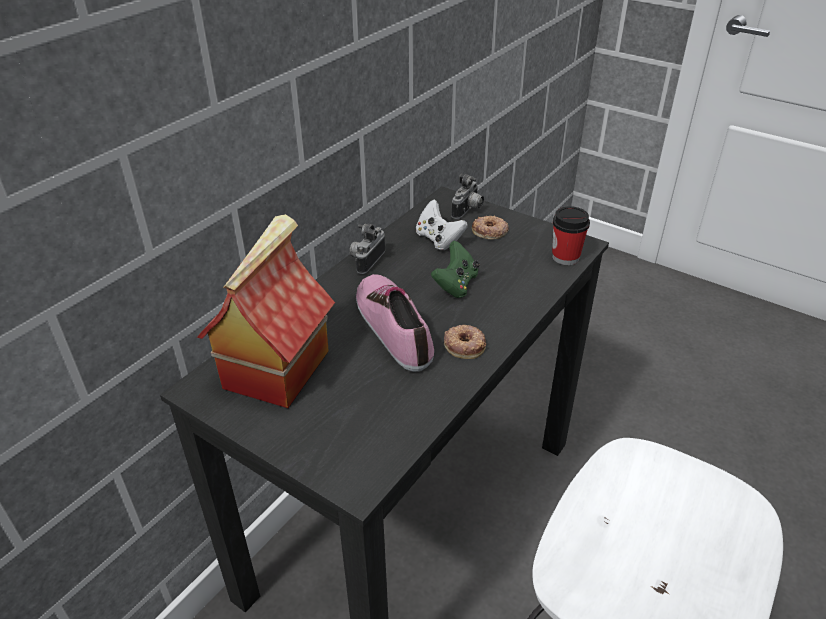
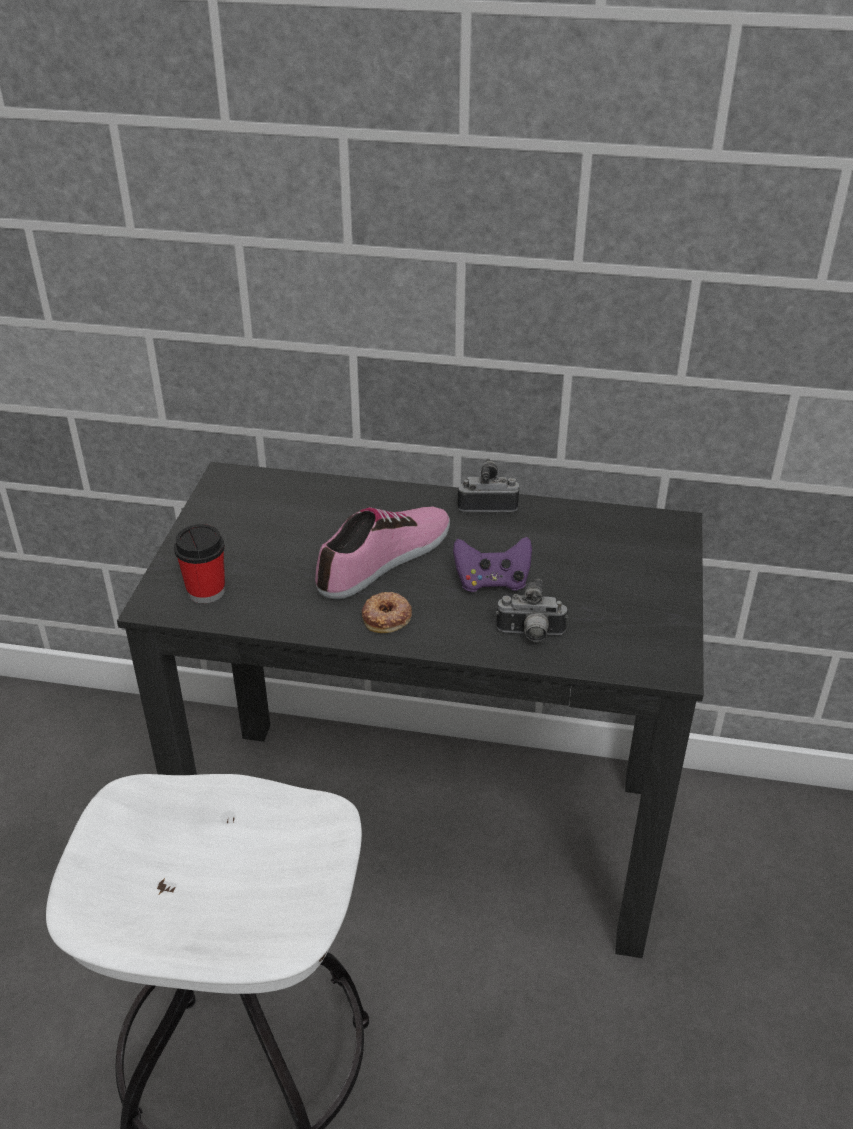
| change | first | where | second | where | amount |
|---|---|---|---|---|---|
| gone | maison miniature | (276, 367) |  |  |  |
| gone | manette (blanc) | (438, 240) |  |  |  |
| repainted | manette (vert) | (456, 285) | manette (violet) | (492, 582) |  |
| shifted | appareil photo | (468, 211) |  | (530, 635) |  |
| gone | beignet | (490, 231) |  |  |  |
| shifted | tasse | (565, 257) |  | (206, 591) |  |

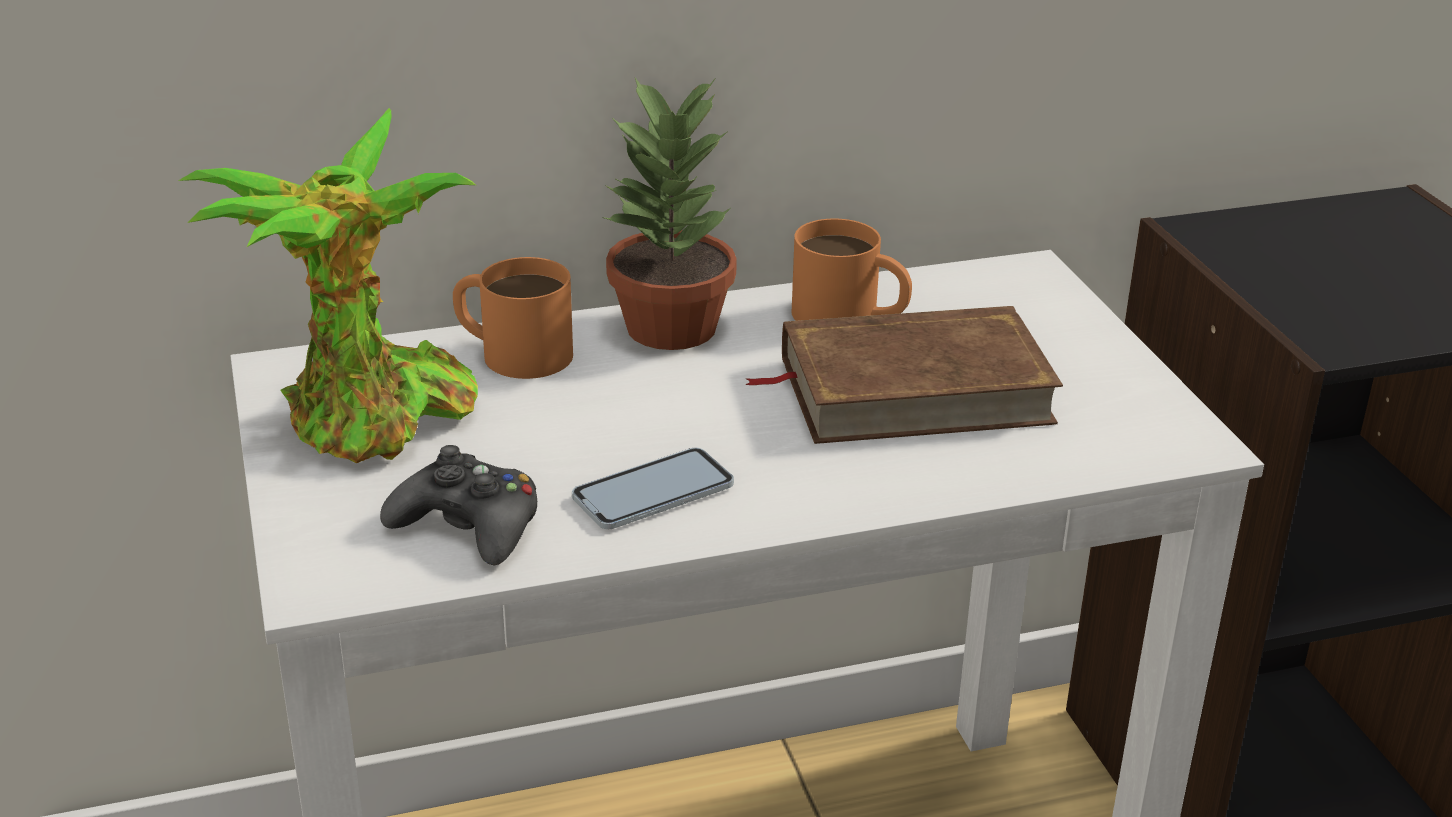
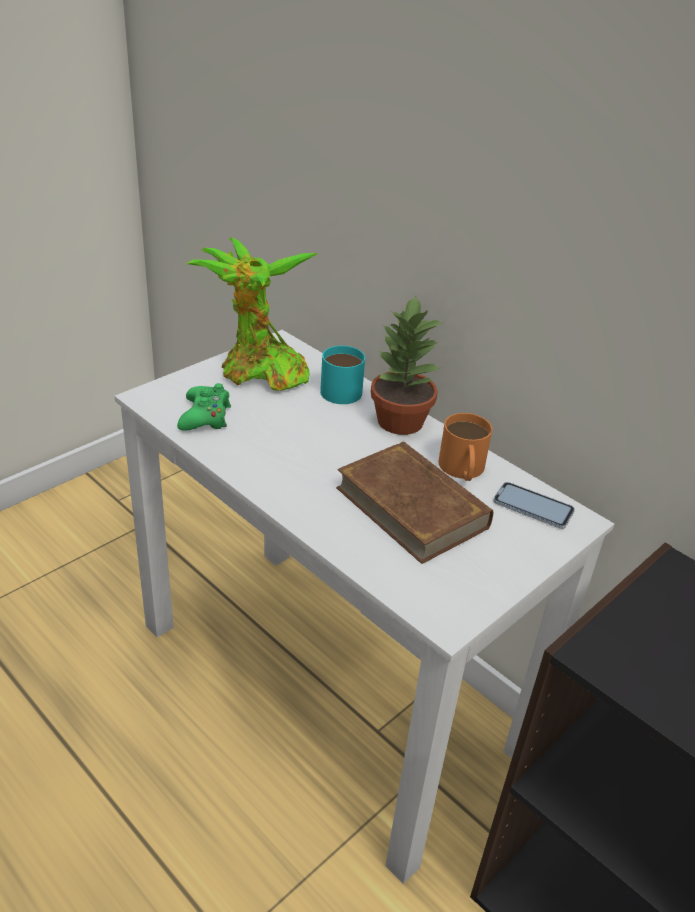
| change | first | where | second | where | amount |
|---|---|---|---|---|---|
| repainted | manette (noir) | (468, 526) | manette (vert) | (205, 416) |  |
| repainted | mug (orange) | (512, 351) | mug (turquoise) | (340, 387) |  |
| shifted | téléphone | (653, 492) |  | (533, 507) |  |

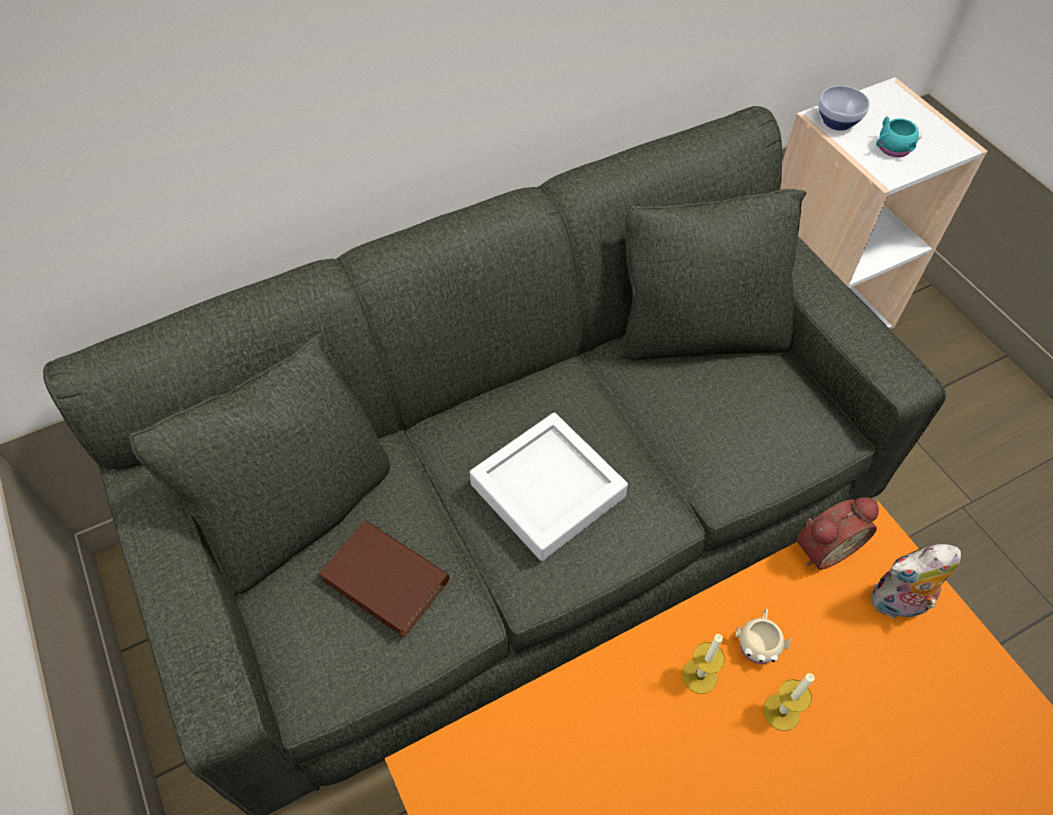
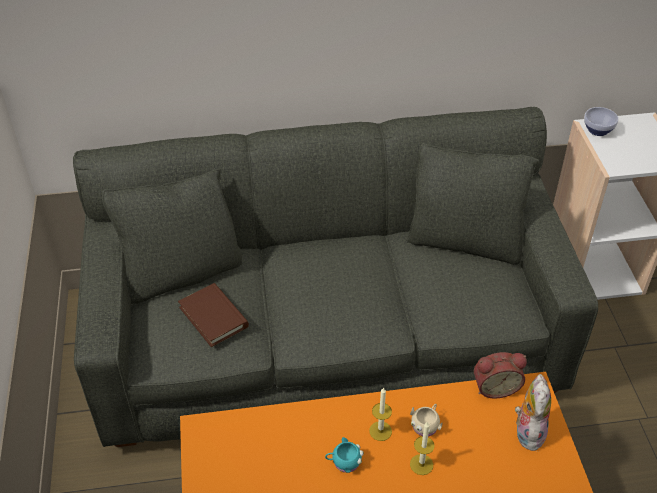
| change | first | where | second | where | amount |
|---|---|---|---|---|---|
| gone | plateau (gris) | (547, 491) |  |  |  |
| rotated | peluche | (897, 604) |  | (527, 431) | 90 degrees clockwise |
| shifted | mug (turquoise) | (891, 148) |  | (344, 462) |  |

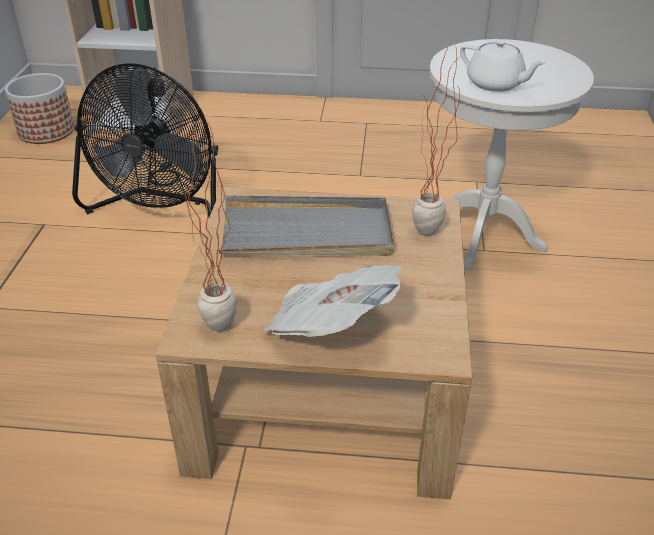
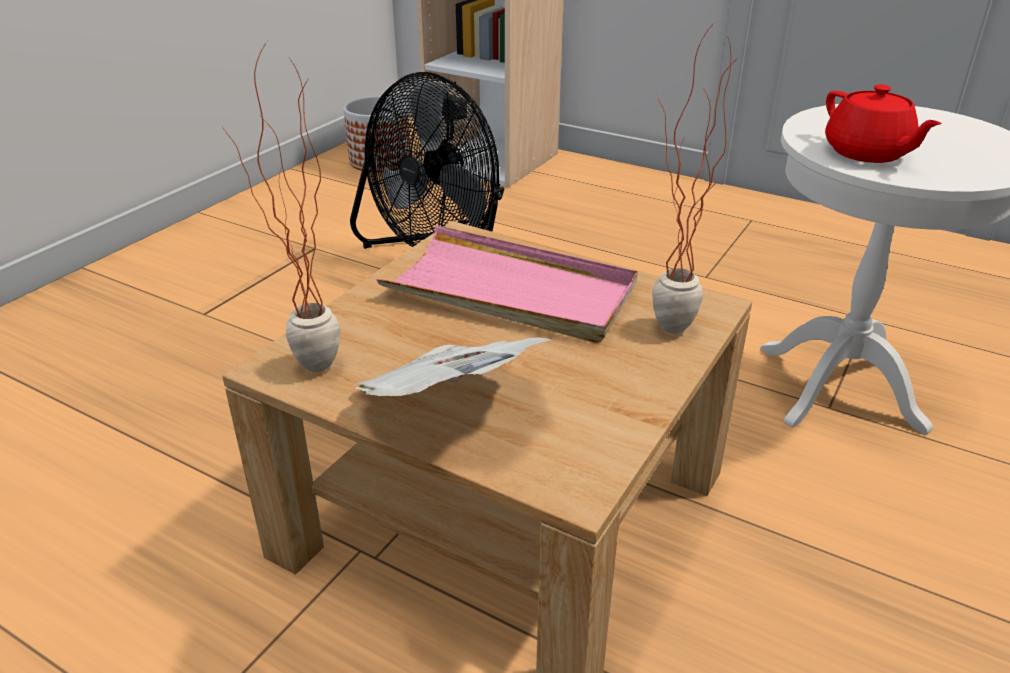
| change | first | where | second | where | amount |
|---|---|---|---|---|---|
| repainted | plateau (gris) | (307, 233) | plateau (rose) | (511, 291) |  |
| repainted | théière (blanc) | (495, 84) | théière (rouge) | (867, 153) |  |

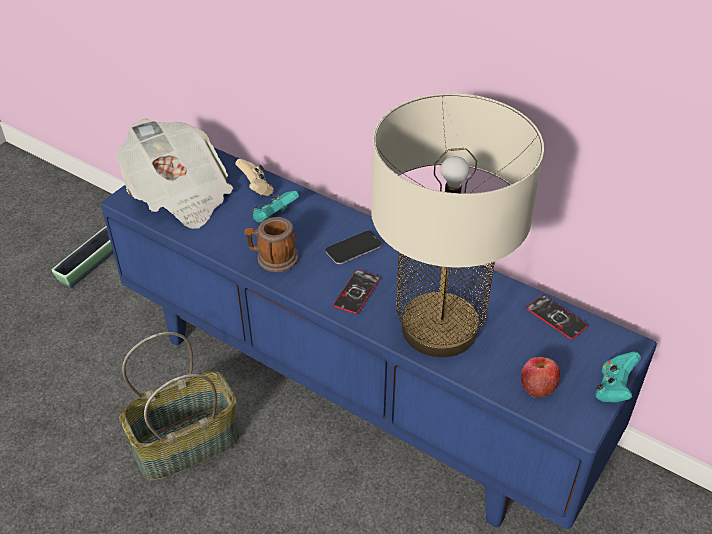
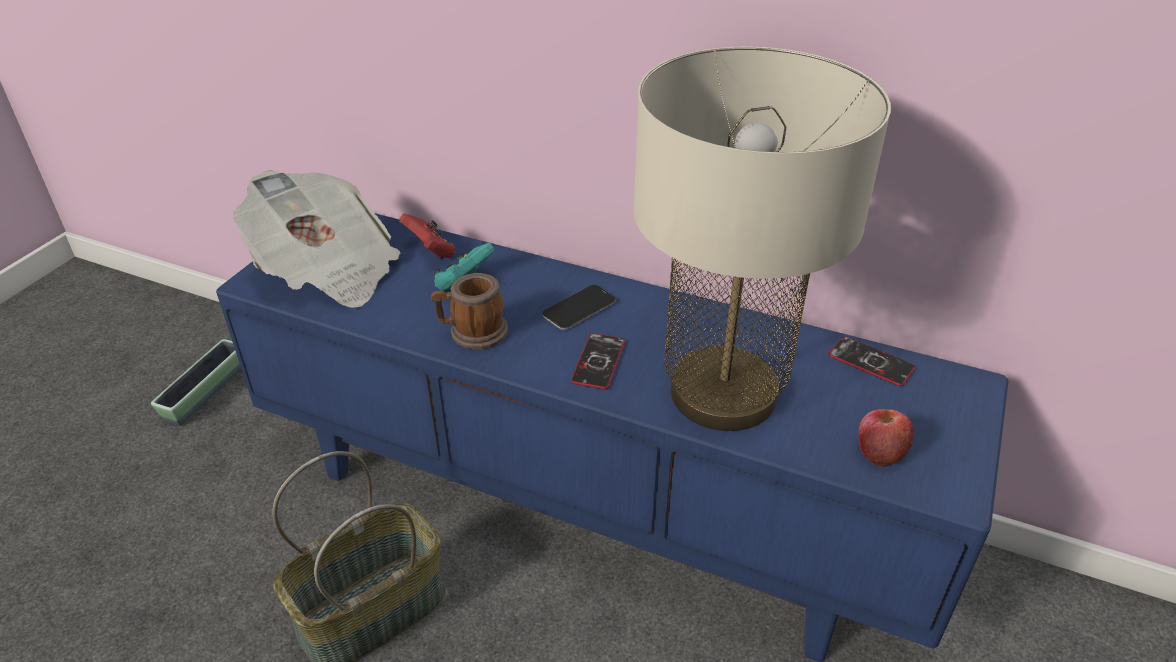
| change | first | where | second | where | amount |
|---|---|---|---|---|---|
| repainted | manette (beige) | (256, 188) | manette (rouge) | (431, 251) |  |
| gone | manette (turquoise) | (613, 389) |  |  |  |

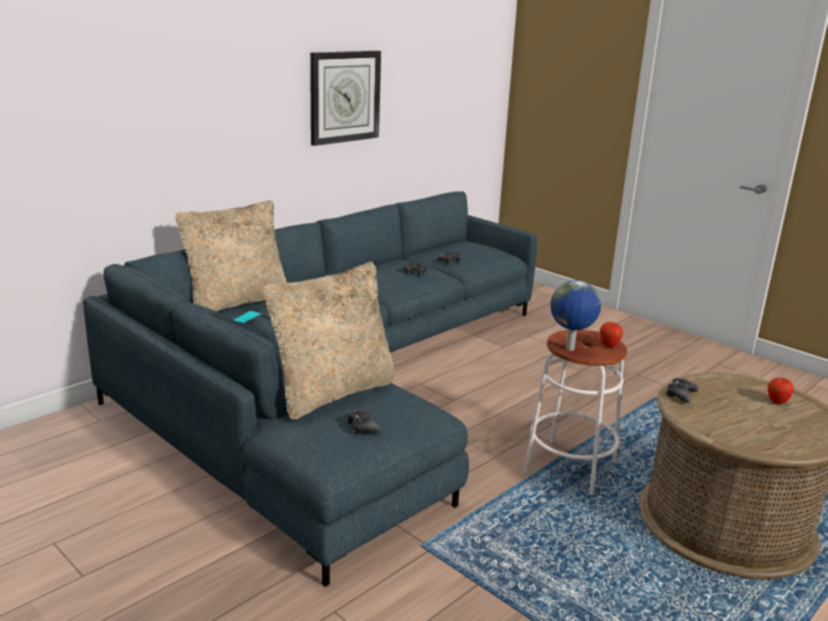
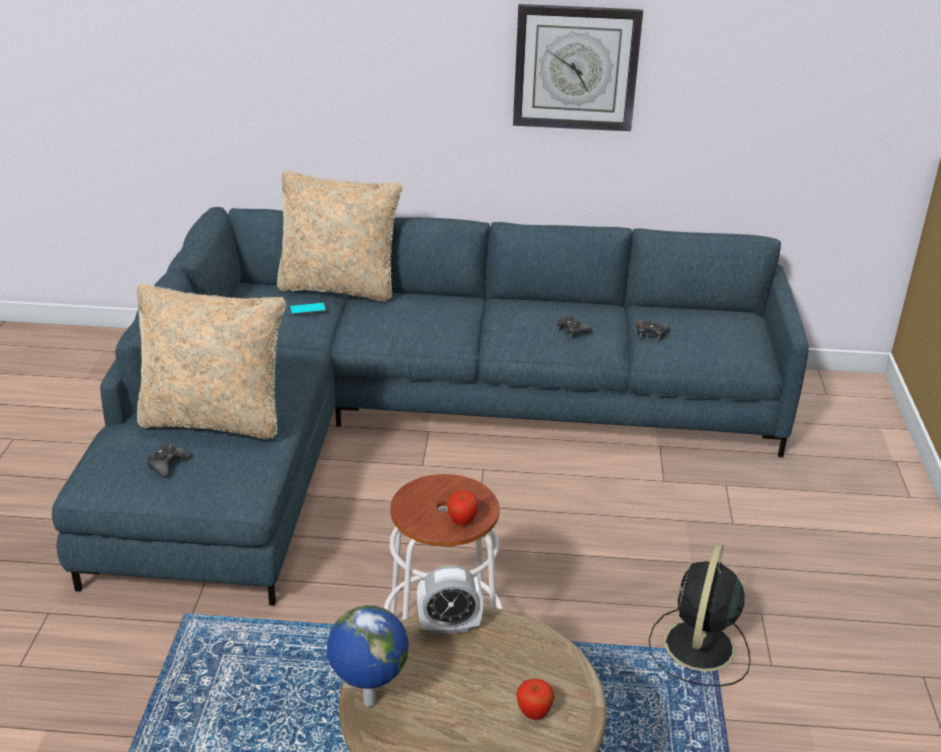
| change | first | where | second | where | amount |
|---|---|---|---|---|---|
| shifted | globe | (570, 349) |  | (368, 702) |  |
| swapped | manette (noir) | (680, 395) | réveil | (449, 626) |  |
| new |  |  | ventilateur (noir) | (698, 648) |  |

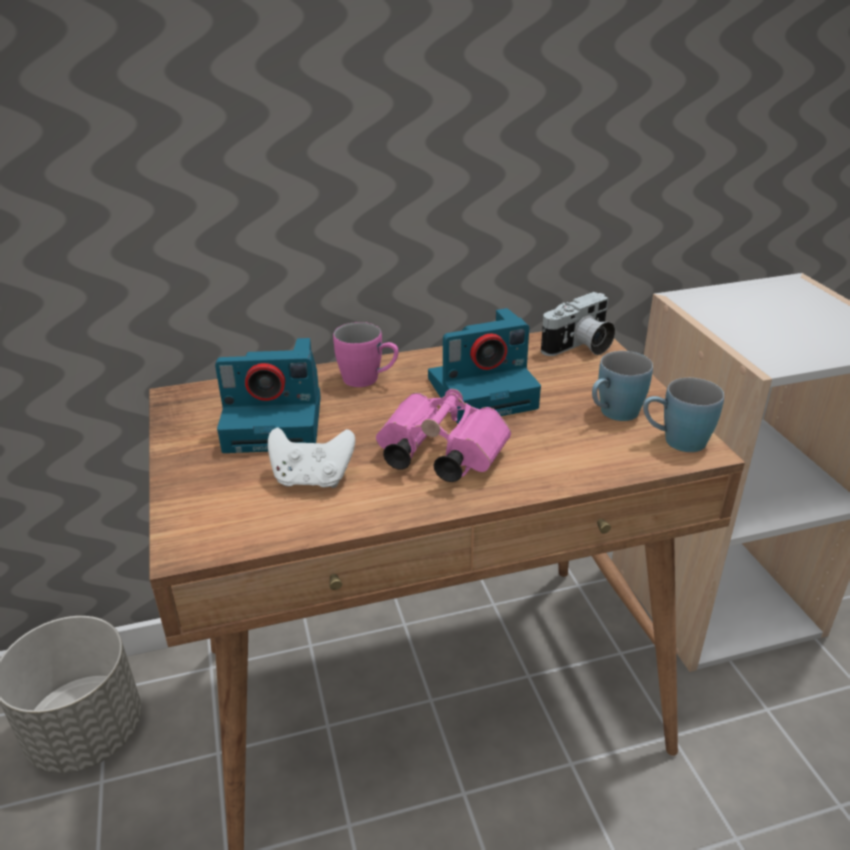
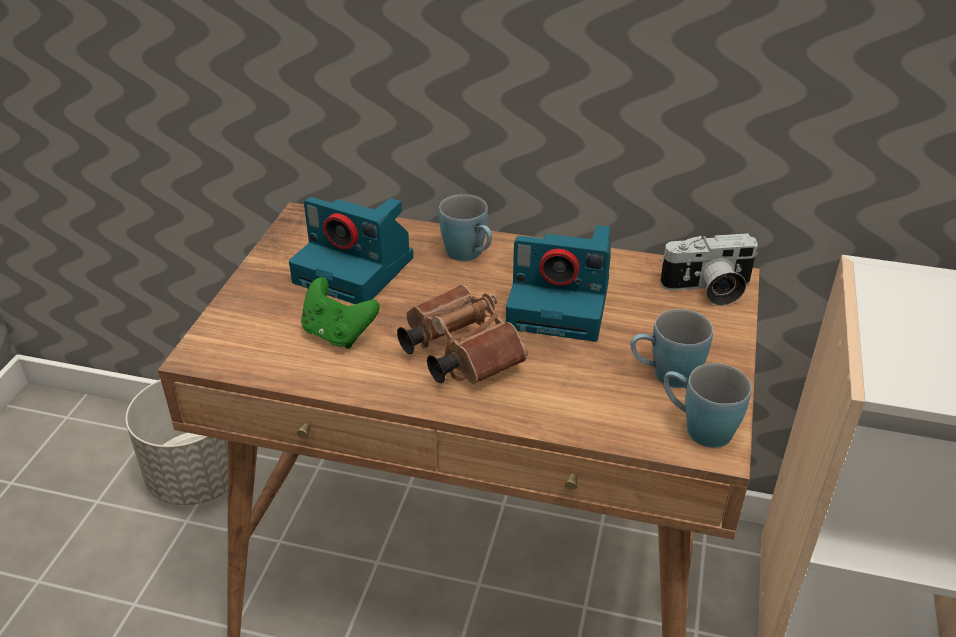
| change | first | where | second | where | amount |
|---|---|---|---|---|---|
| repainted | manette (blanc) | (312, 479) | manette (vert) | (338, 334) |  |
| repainted | mug (rose) | (369, 380) | mug (bleu) | (469, 255) |  |
| repainted | jumelles (rose) | (437, 456) | jumelles (marron) | (457, 353) |  |

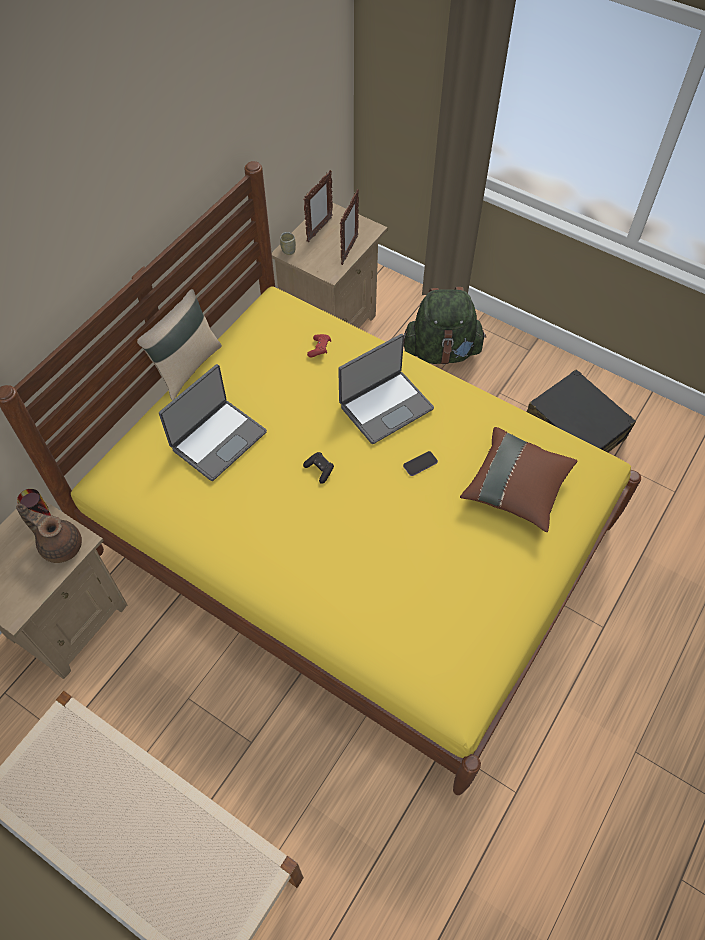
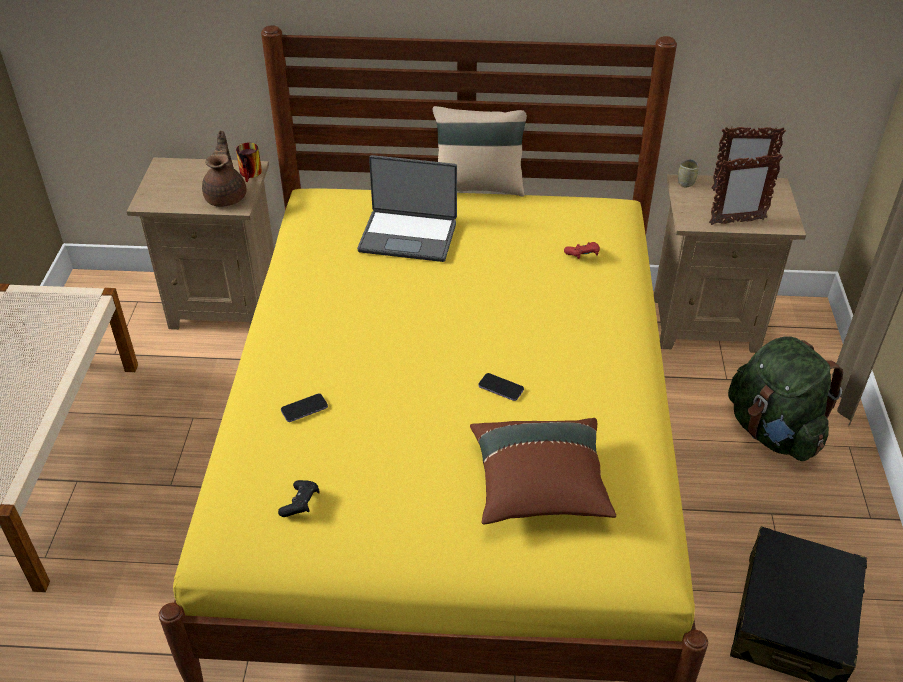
| change | first | where | second | where | amount |
|---|---|---|---|---|---|
| shifted | manette (noir) | (320, 470) |  | (301, 504) |  |
| gone | ordinateur portable | (385, 406) |  |  |  |
| new |  |  | téléphone | (304, 409) |  |

